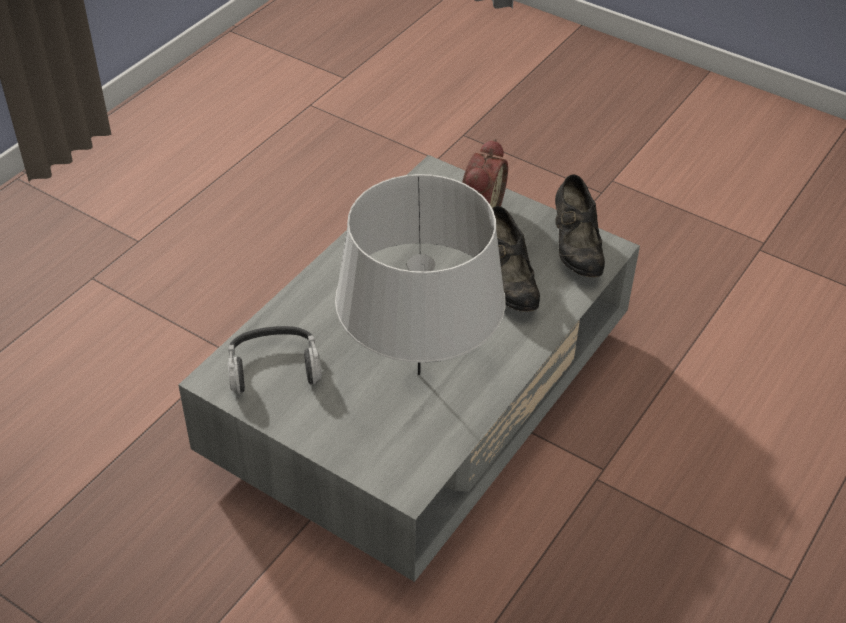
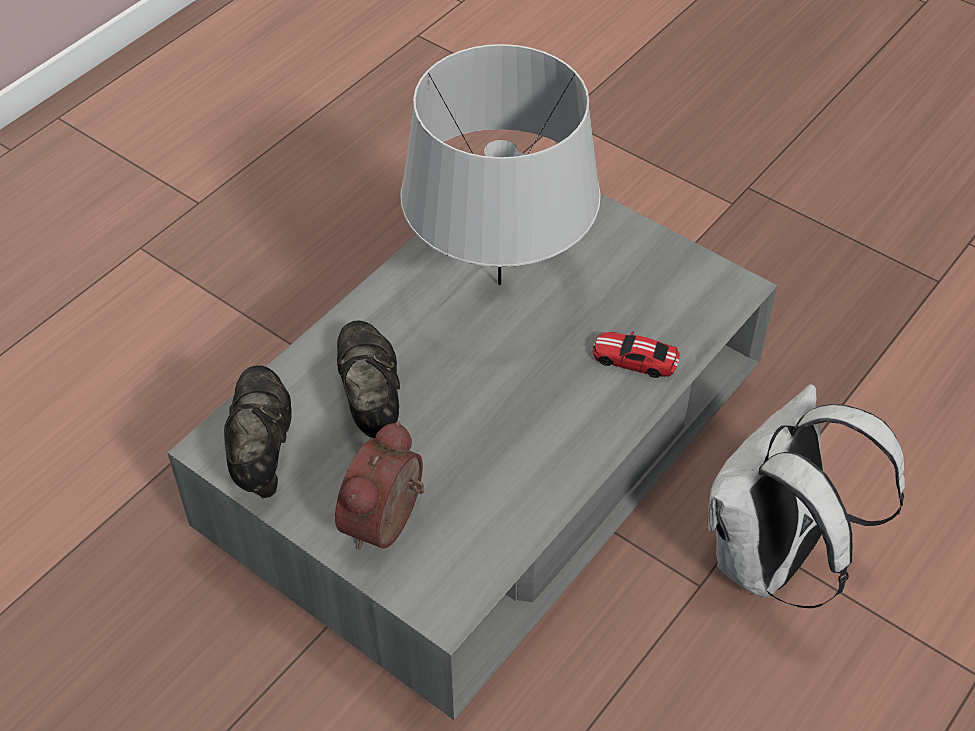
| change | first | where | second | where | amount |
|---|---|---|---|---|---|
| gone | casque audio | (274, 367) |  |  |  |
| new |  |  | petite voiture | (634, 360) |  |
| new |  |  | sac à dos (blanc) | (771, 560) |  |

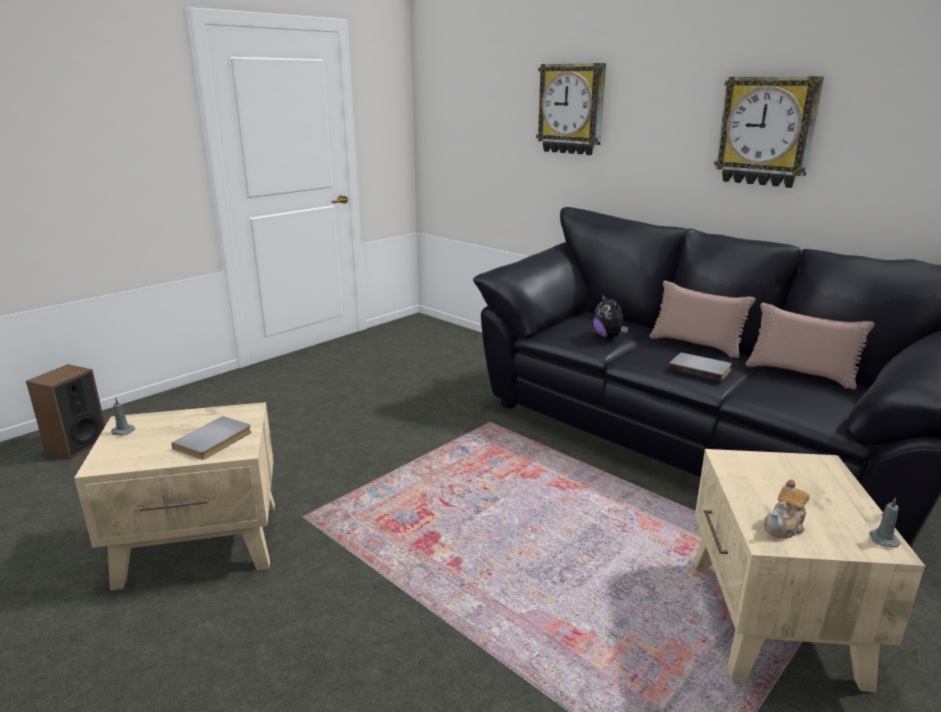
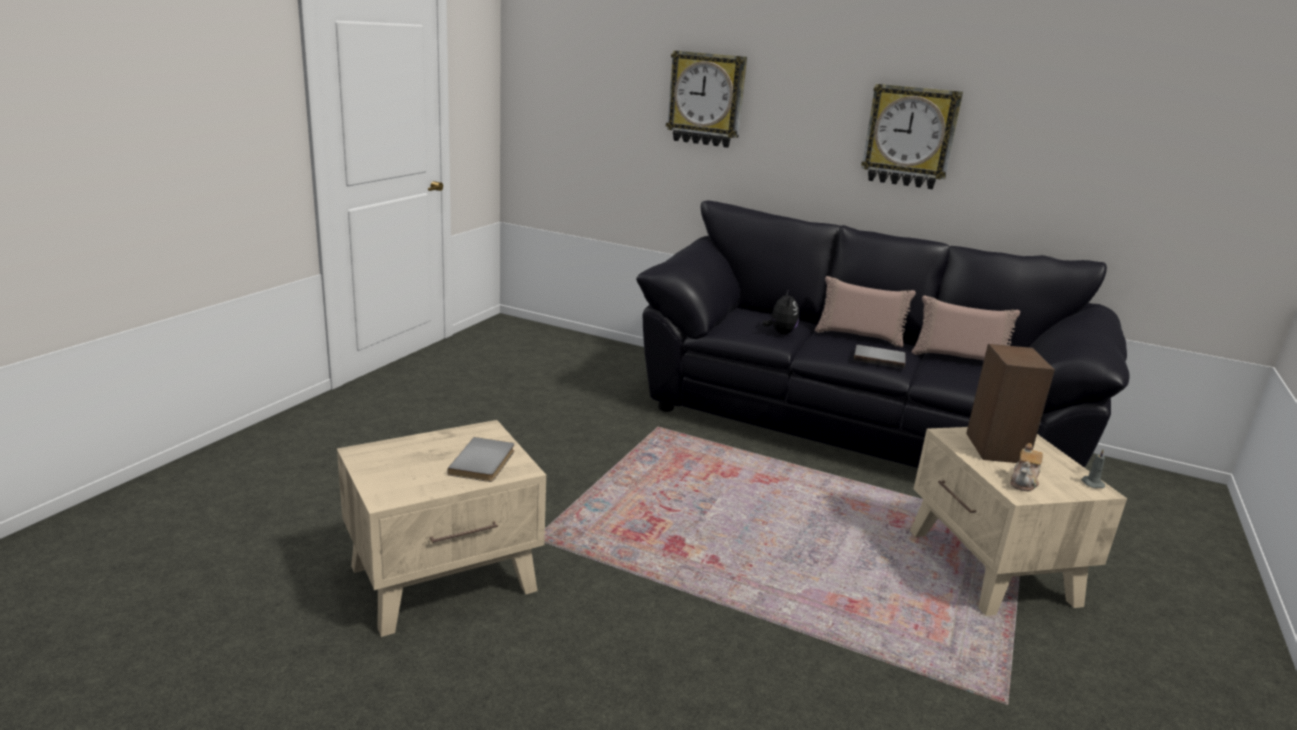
| change | first | where | second | where | amount |
|---|---|---|---|---|---|
| shifted | enceinte | (77, 445) |  | (996, 448) |  |
| gone | bougie (gris) | (122, 431) |  |  |  |
| rotated | peluche | (608, 337) |  | (780, 333) | 135 degrees counterclockwise |

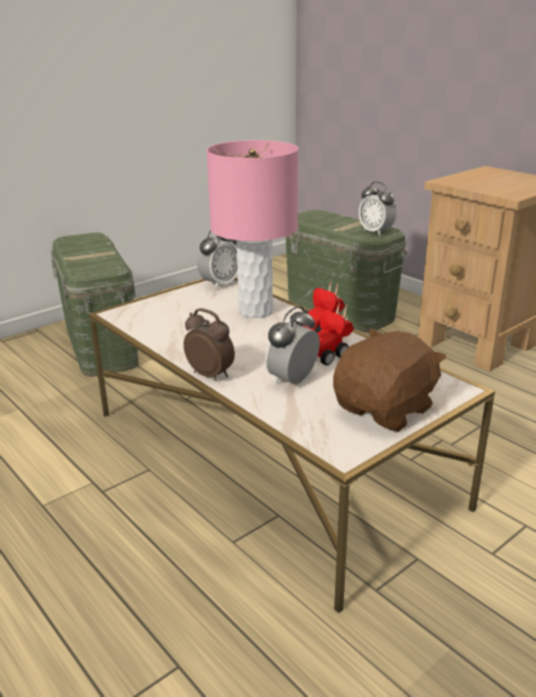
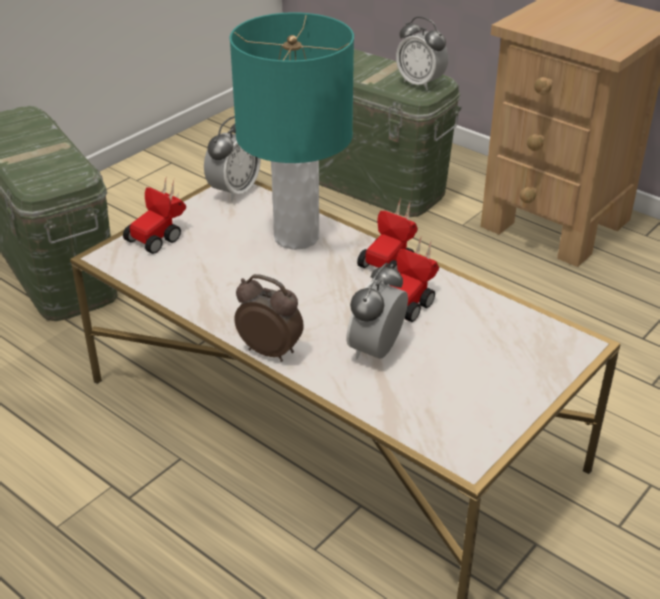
| change | first | where | second | where | amount |
|---|---|---|---|---|---|
| repainted | lampe de table (rose) | (255, 311) | lampe de table (turquoise) | (296, 237) |  |
| gone | peluche (marron) | (386, 409) |  |  |  |
| new |  |  | petite voiture | (159, 236) |  |

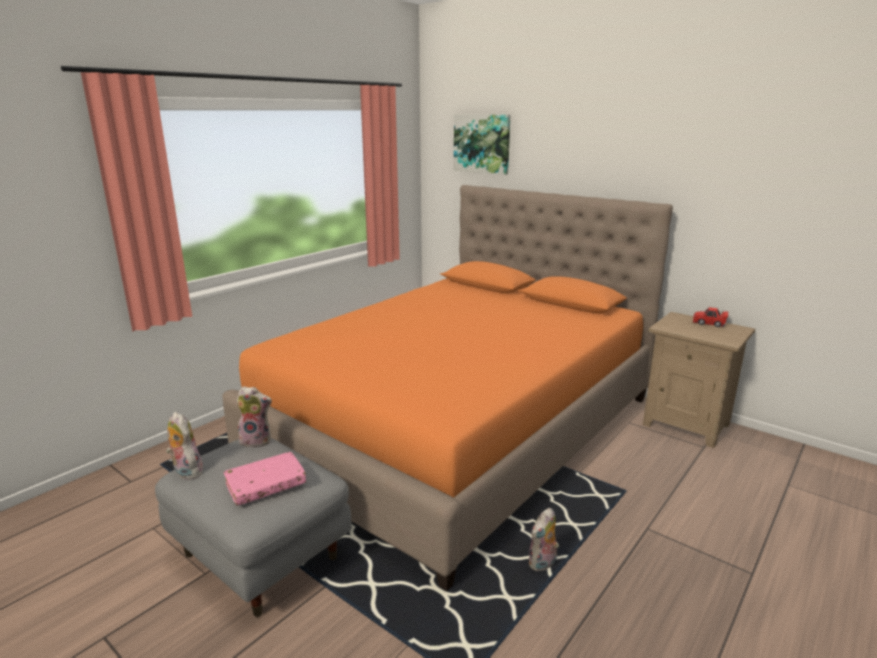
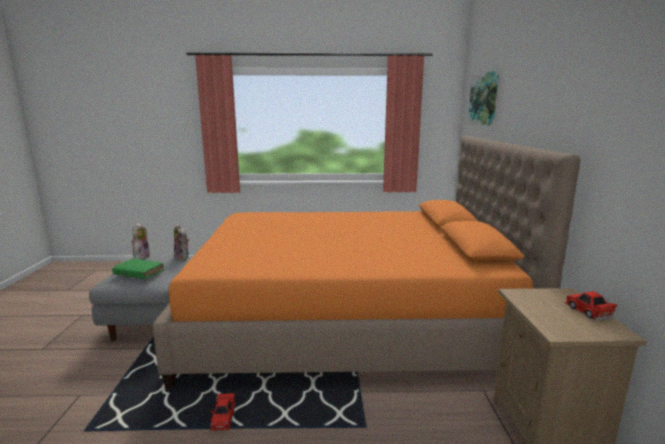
| change | first | where | second | where | amount |
|---|---|---|---|---|---|
| repainted | livre (rose) | (266, 485) | livre (vert) | (139, 273) |  |
| swapped | peluche | (543, 564) | petite voiture (rouge) | (223, 418) |  |

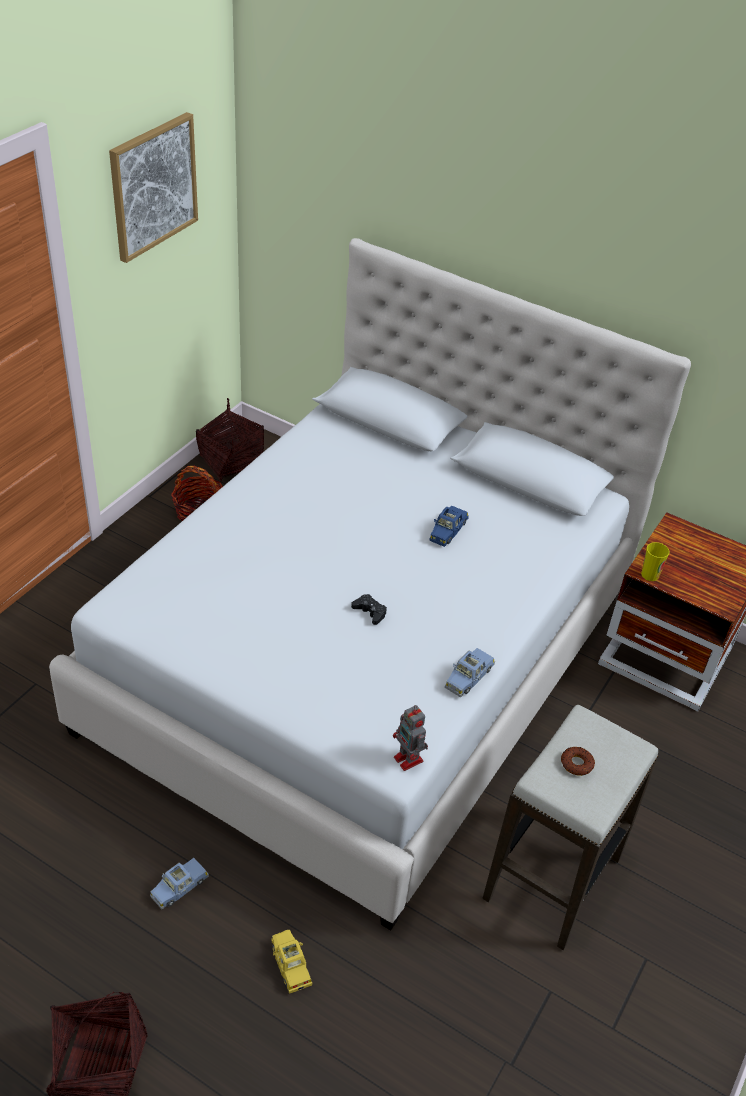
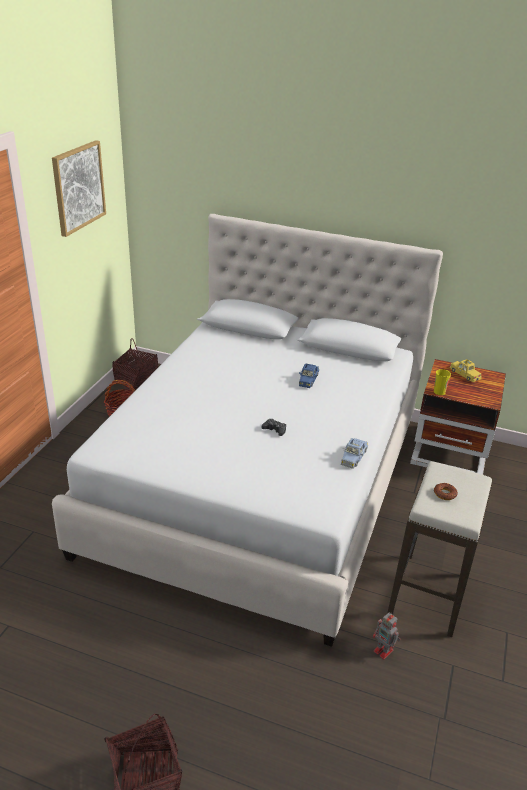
| change | first | where | second | where | amount |
|---|---|---|---|---|---|
| gone | petite voiture (bleu) | (179, 887) |  |  |  |
| shifted | petite voiture (jaune) | (290, 964) |  | (464, 374) |  |
| shifted | robot jouet | (409, 760) |  | (384, 651) |  |

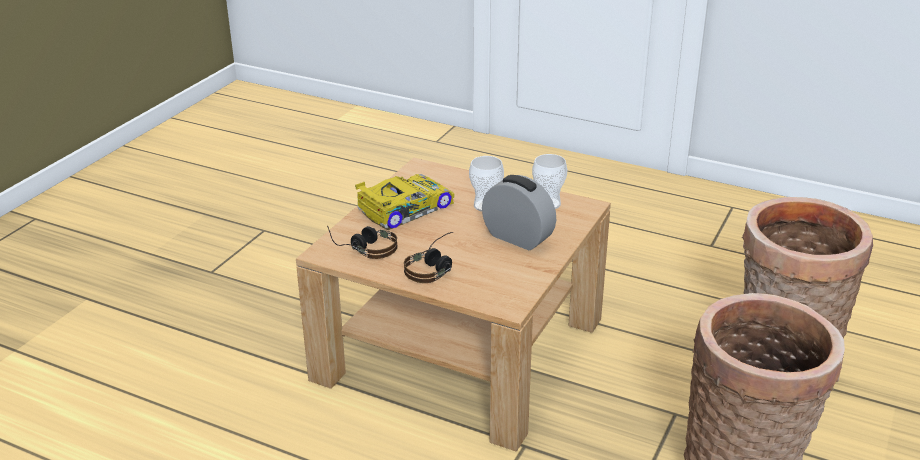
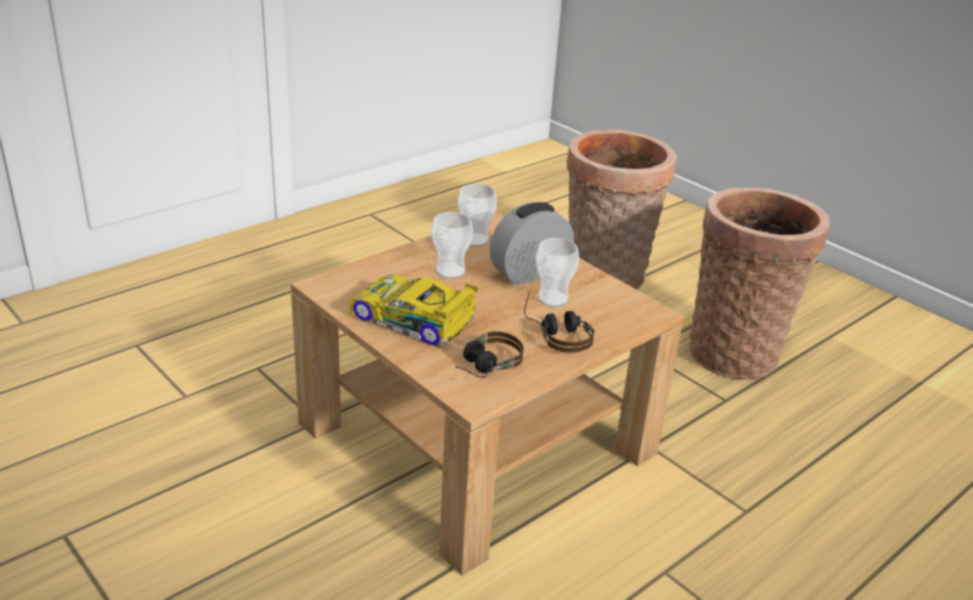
| change | first | where | second | where | amount |
|---|---|---|---|---|---|
| rotated | petite voiture | (404, 209) |  | (414, 320) | 45 degrees counterclockwise |
| new |  |  | tasse | (552, 299) |  |

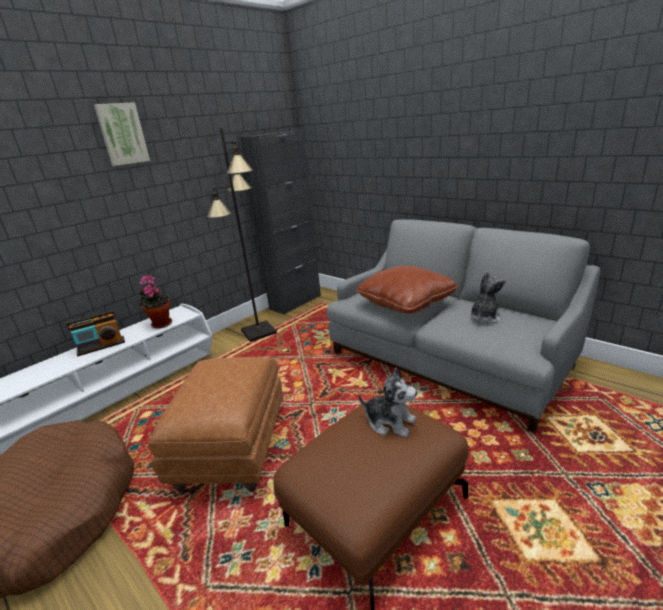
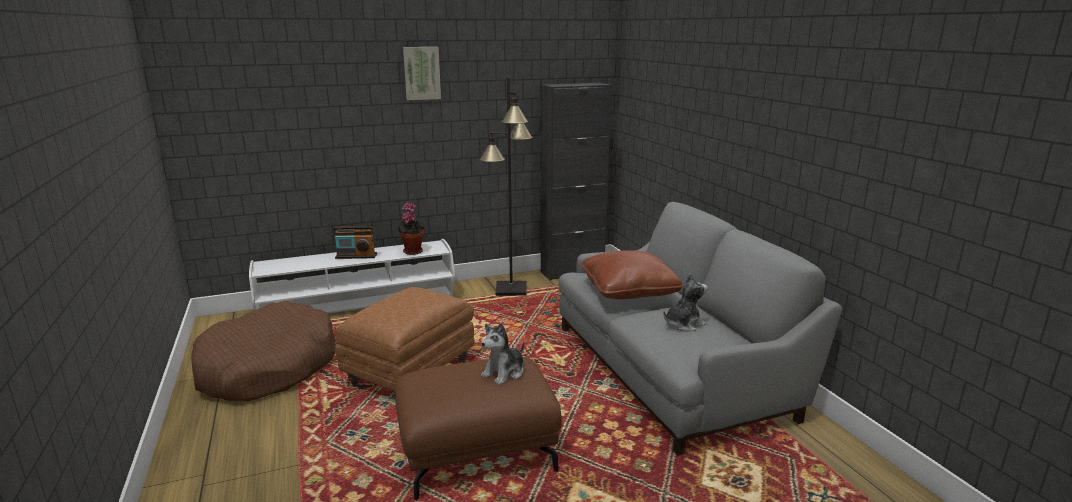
| change | first | where | second | where | amount |
|---|---|---|---|---|---|
| rotated | peluche | (390, 422) |  | (504, 373) | 75 degrees clockwise |

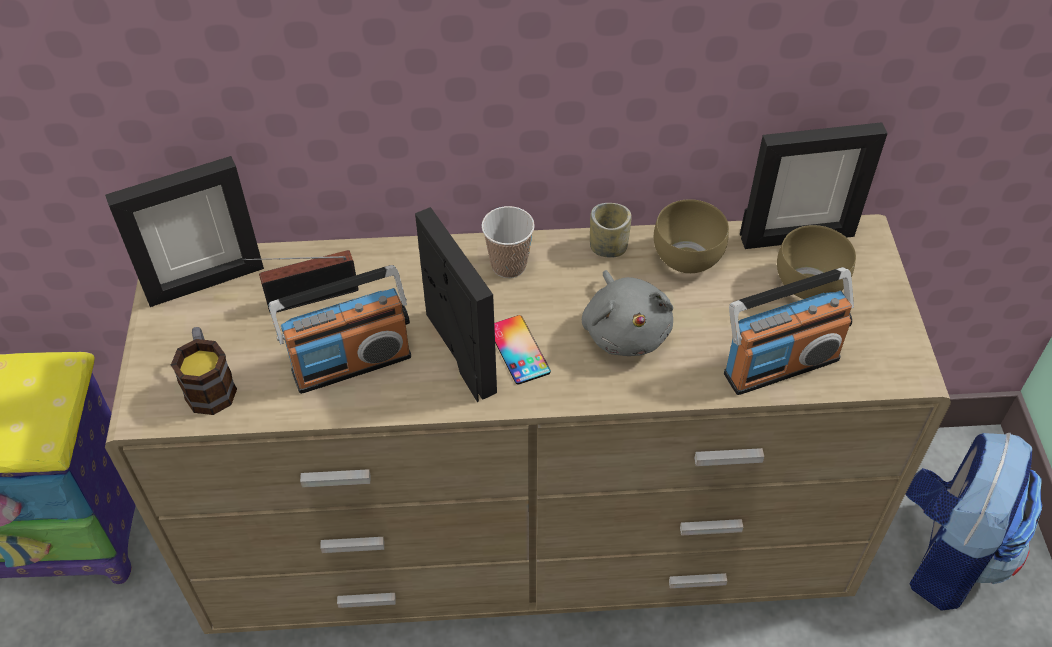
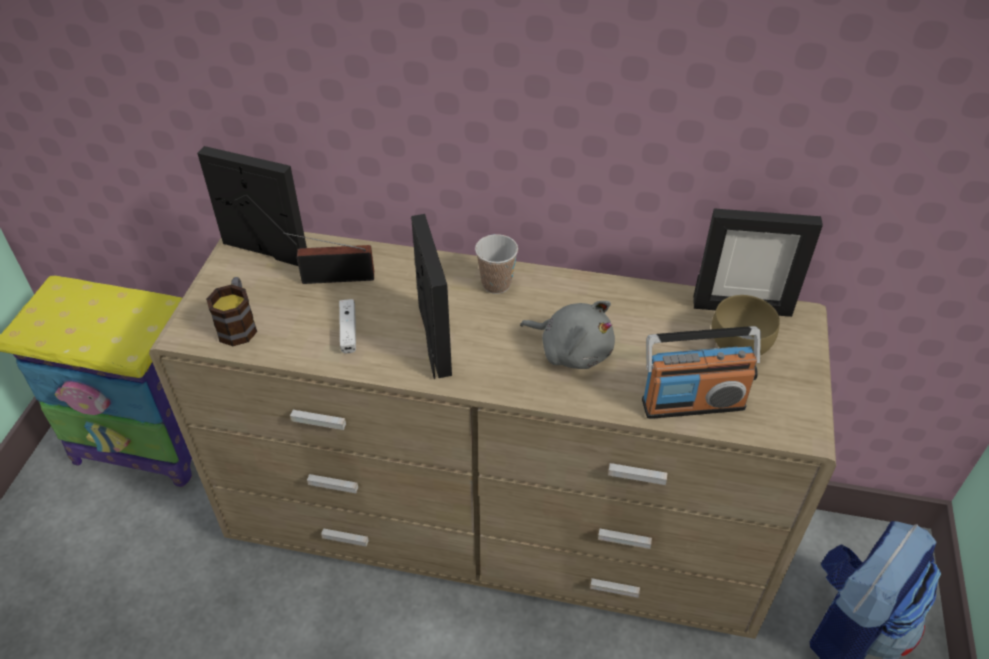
| change | first | where | second | where | amount |
|---|---|---|---|---|---|
| rotated | cadre photo | (205, 280) |  | (264, 251) | 150 degrees counterclockwise |
| swapped | radio | (351, 363) | manette (blanc) | (348, 331) |  |
| gone | téléphone | (518, 350) |  |  |  |
| rotated | peluche (gris) | (625, 330) |  | (572, 350) | 60 degrees counterclockwise |
| gone | tasse | (608, 247) |  |  |  |
| gone | bol (marron) | (684, 258) |  |  |  |

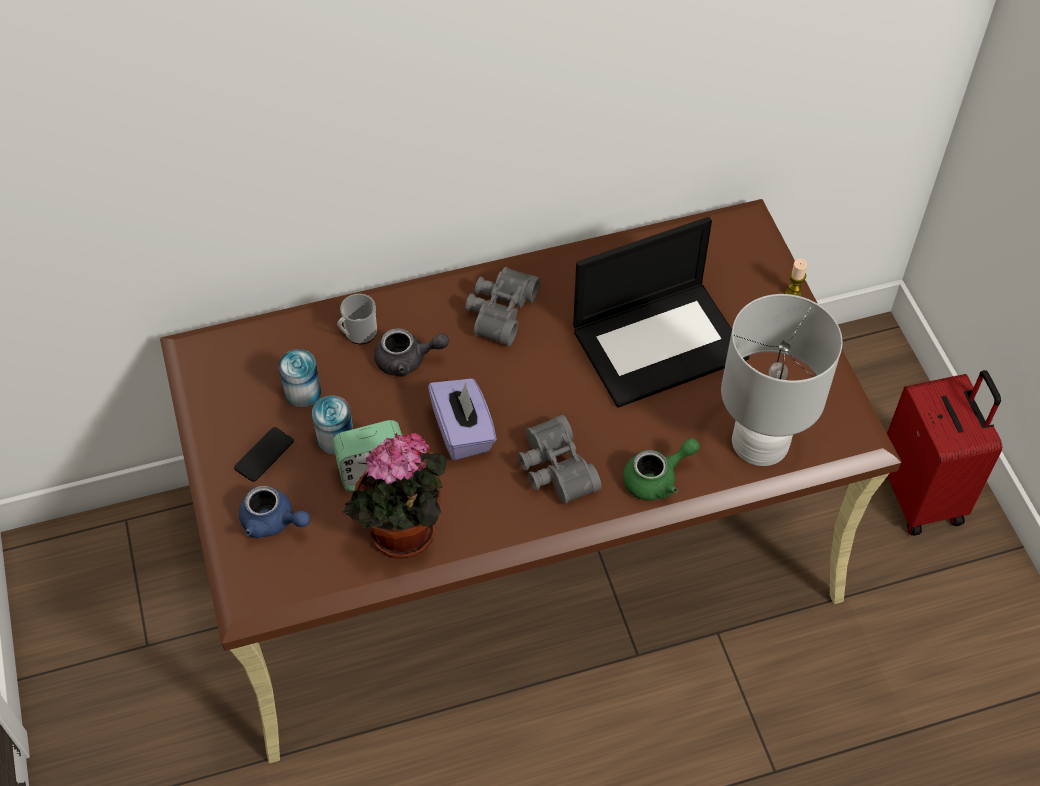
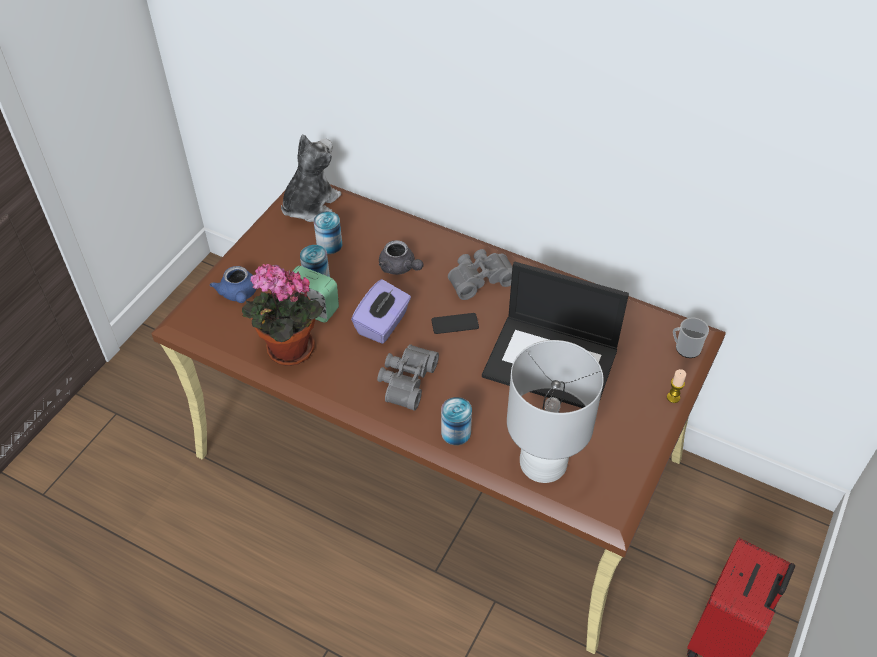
| change | first | where | second | where | amount |
|---|---|---|---|---|---|
| shifted | téléphone | (264, 455) |  | (455, 324) |  |
| shifted | mug | (358, 334) |  | (685, 348) |  |
| swapped | théière (vert) | (657, 479) | boîte métallique | (456, 432) |  |
| new |  |  | peluche | (310, 205) |  |

